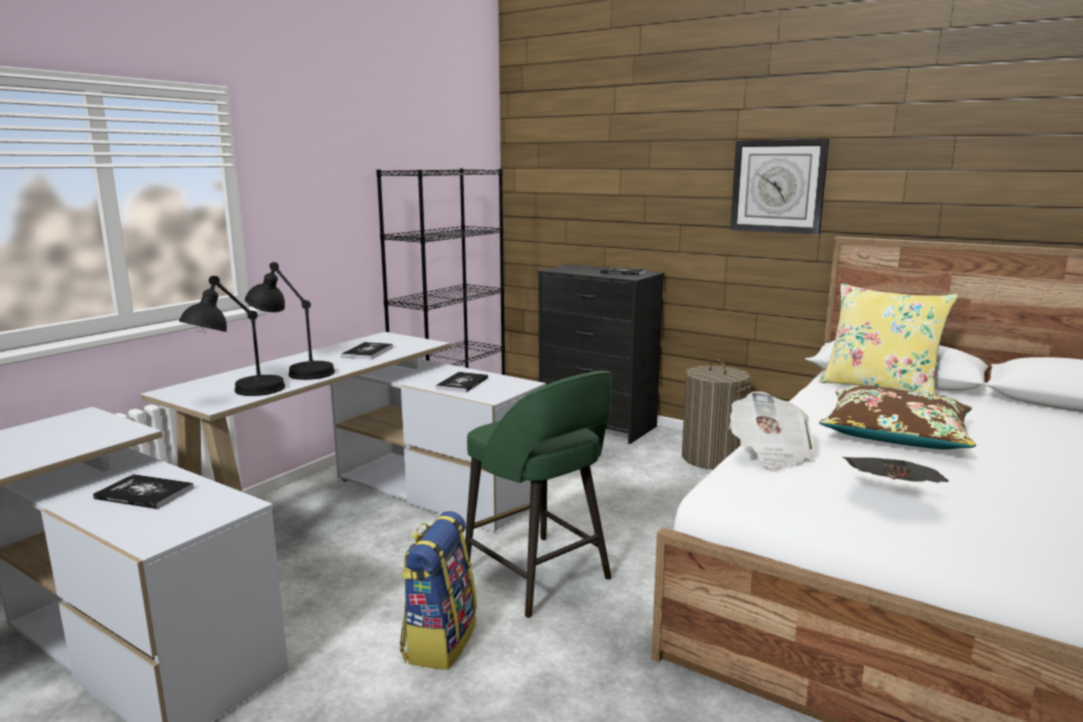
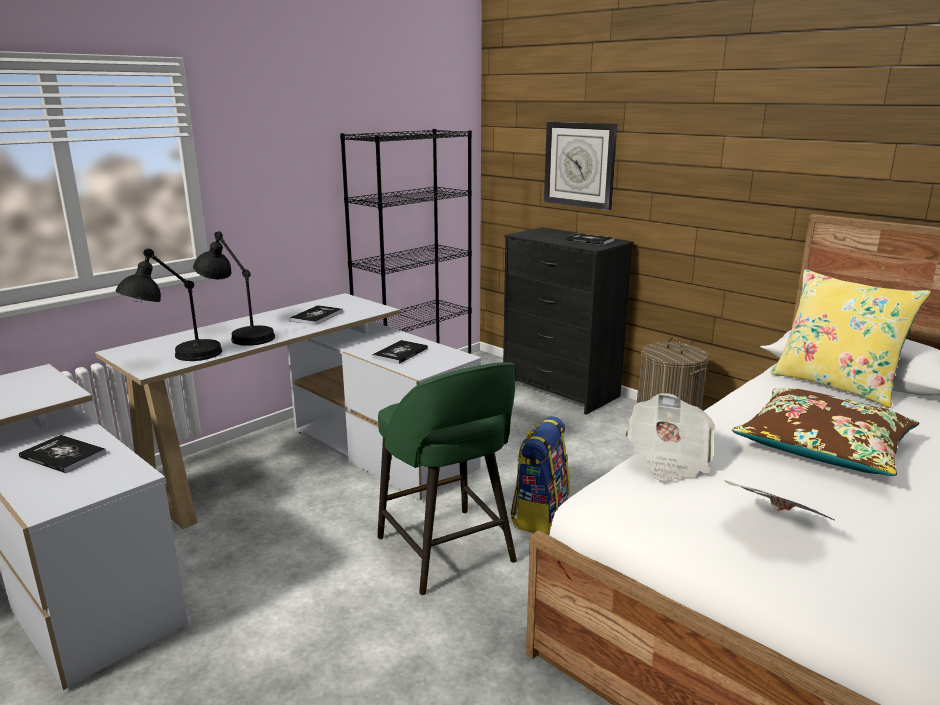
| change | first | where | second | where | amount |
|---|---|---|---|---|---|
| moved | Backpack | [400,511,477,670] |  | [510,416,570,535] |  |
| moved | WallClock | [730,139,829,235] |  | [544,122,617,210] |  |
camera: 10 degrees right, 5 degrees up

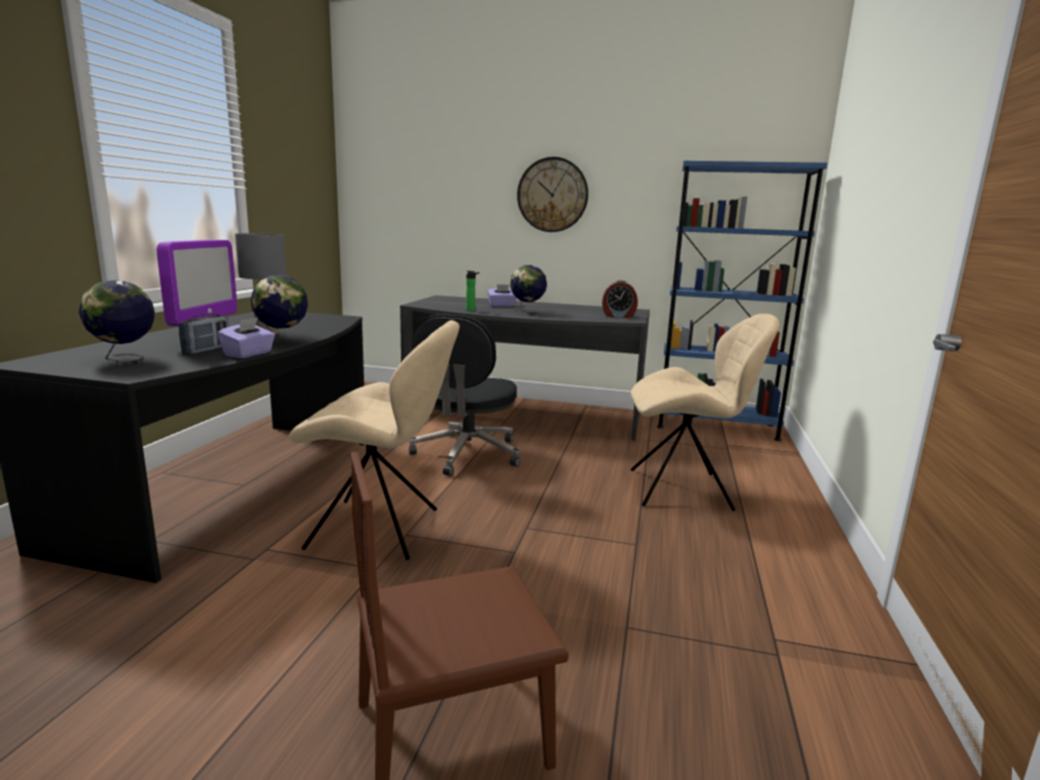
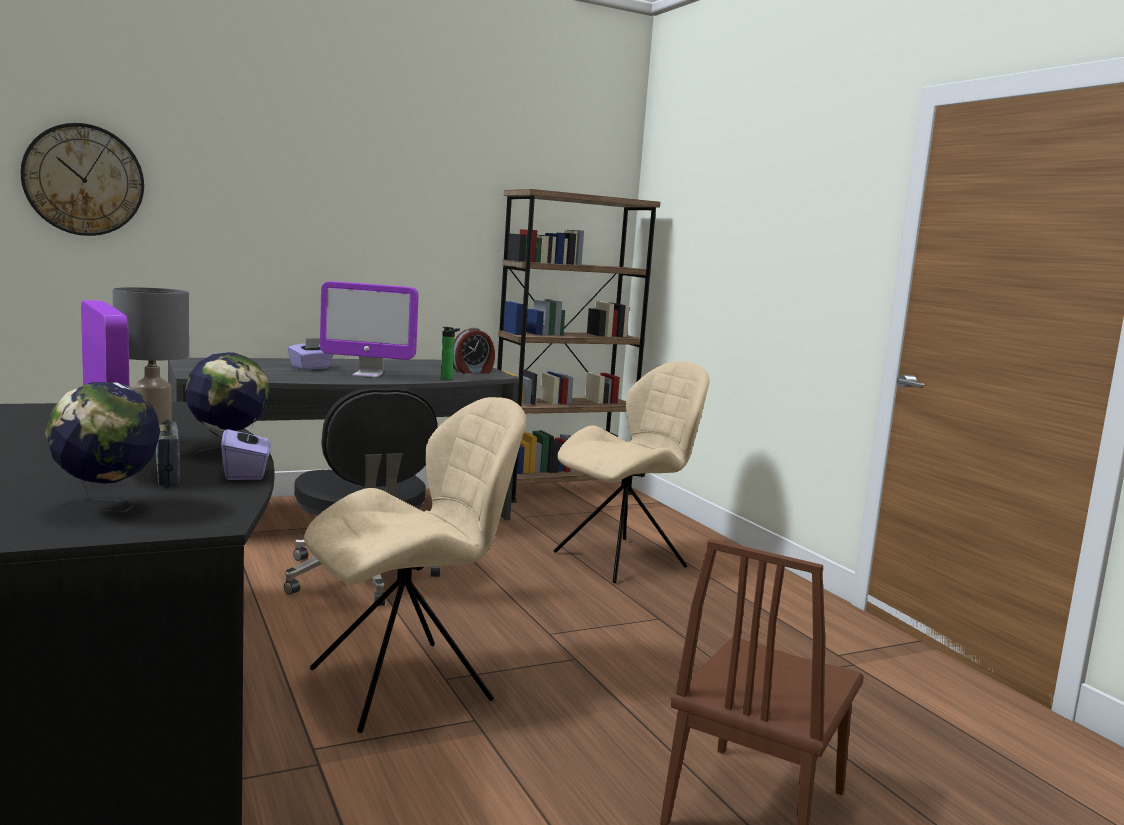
| change | first | where | second | where | amount |
|---|---|---|---|---|---|
| moved | Bottle | [466,271,480,311] |  | [441,327,460,380] |  |
| replaced | Globe | [510,265,547,313] | Monitor | [320,281,418,378] |  |
| moved | WallClock | [517,157,588,232] |  | [21,123,144,236] |  |
| recoloured | BlueBookcase | [657,161,827,441] | BrownBookcase | [497,189,660,502] |  |
camera: 40 degrees left, 5 degrees down

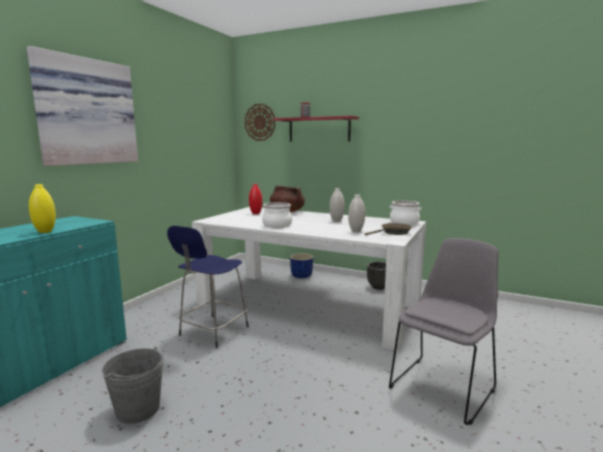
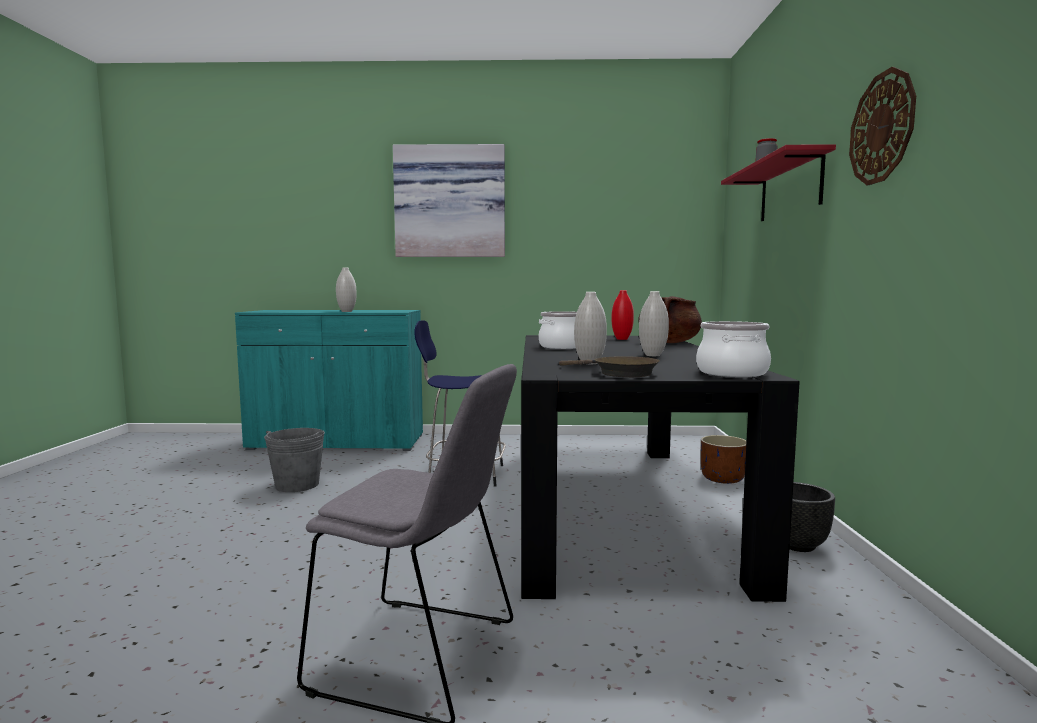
| change | first | where | second | where | amount |
|---|---|---|---|---|---|
| recoloured | YellowVase | [29,184,56,233] | WhiteVase | [336,267,357,312] |  |
| recoloured | WhiteDiningTable | [192,207,426,351] | BlackDiningTable | [521,335,800,602] |  |
| moved | WallClock | [245,104,275,141] |  | [849,67,916,186] |  |
| recoloured | BluePlanter | [290,253,313,278] | BrownPlanter | [701,435,746,484] |  |
camera: 65 degrees right, 5 degrees down

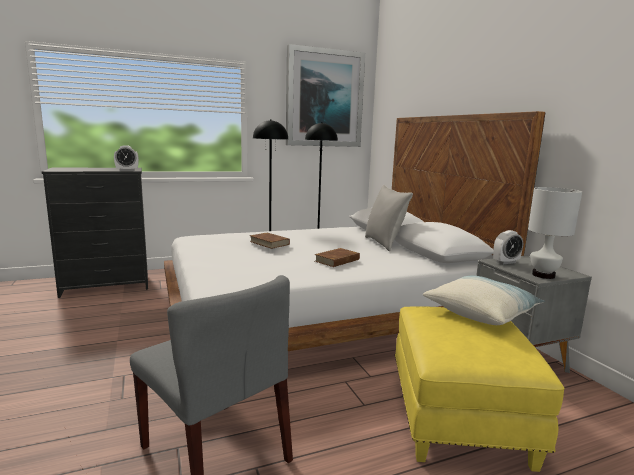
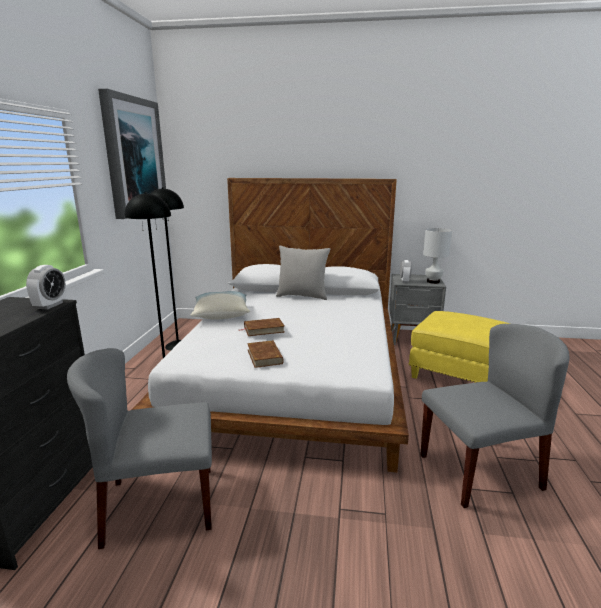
| change | first | where | second | where | amount |
|---|---|---|---|---|---|
| moved | BrownBook | [315,248,360,267] |  | [247,340,283,368] |  |
| moved | Pillow | [423,275,545,325] |  | [190,291,250,320] |  |
| added |  |  | GreyChair | [67,348,212,549] |  |
camera: 60 degrees left, 5 degrees up

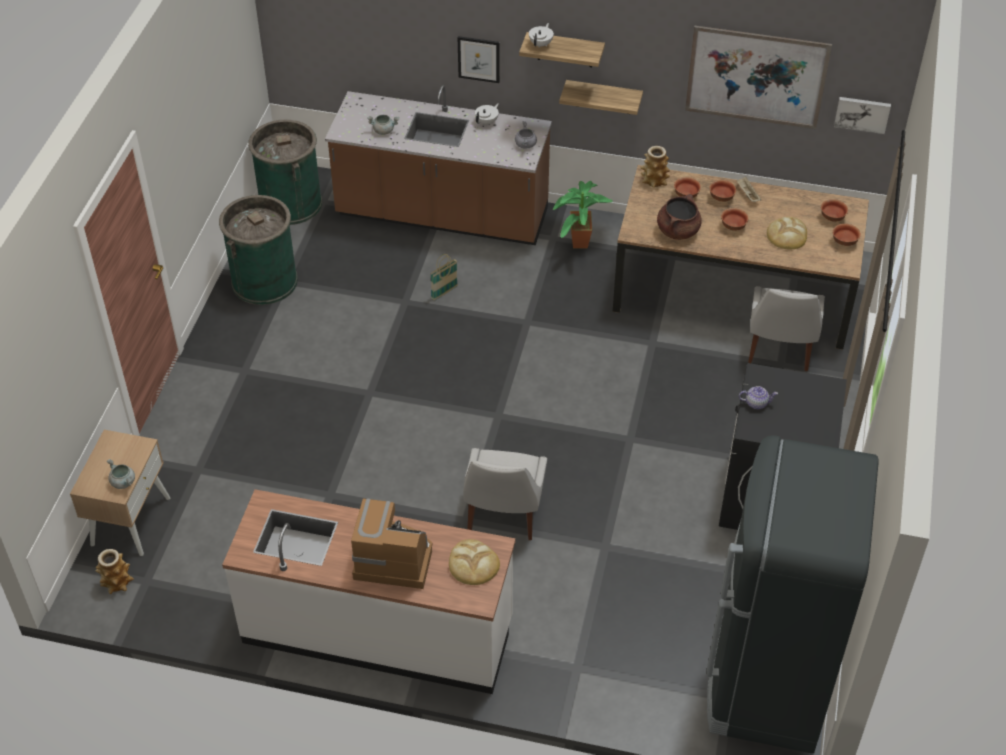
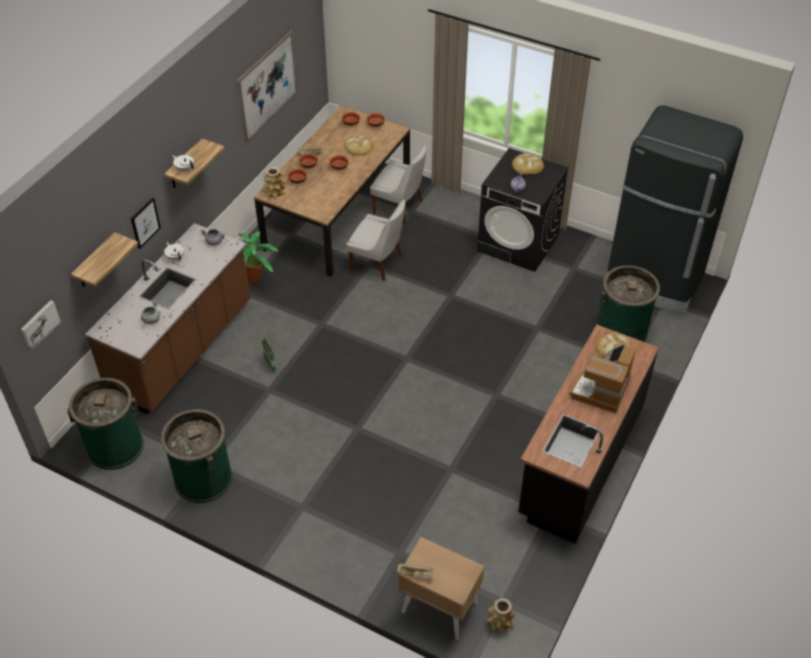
| change | first | where | second | where | amount |
|---|---|---|---|---|---|
| removed | GreyCookingPot | [107,459,135,489] |  |  |  |
| recoloured | WhiteCounter | [222,489,515,694] | BlackCounter | [518,324,659,544] |  |
| moved | WhiteChair | [463,448,547,540] |  | [347,200,405,281] |  |
| moved | Shelf | [559,80,643,115] |  | [71,232,138,287] |  |
| removed | BrownCookingPot | [657,194,702,240] |  |  |  |
| moved | Picture | [834,97,891,134] |  | [21,300,61,351] |  |
| added |  |  | BeigeTray | [397,563,433,579] |  |
| added |  |  | Bread | [512,153,544,175] |  |
| added |  |  | GreenTrashCan | [596,265,660,342] |  |
camera: 75 degrees left, 0 degrees up

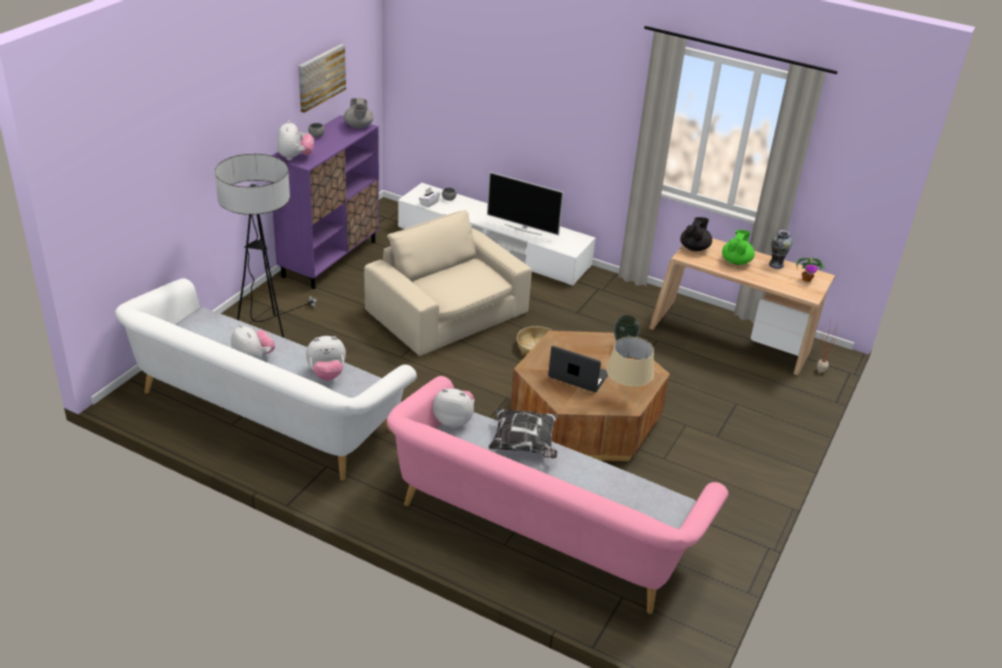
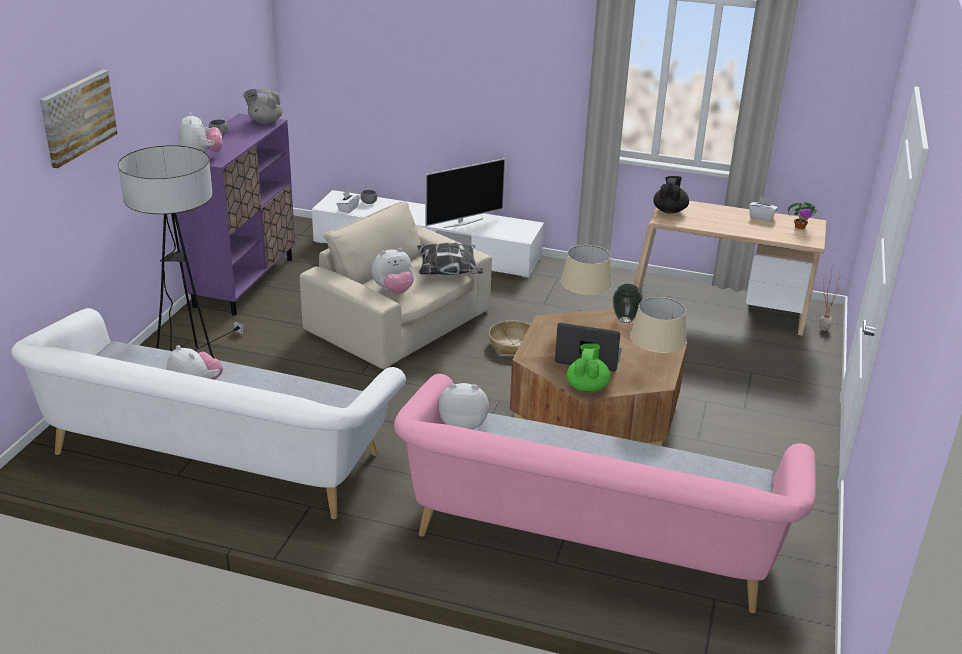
| change | first | where | second | where | amount |
|---|---|---|---|---|---|
| moved | Picture | [298,44,346,113] |  | [40,70,117,168] |  |
| moved | PlushToy | [306,336,346,381] |  | [371,248,414,294] |  |
| turned | GreyTeapot | [344,98,374,129] |  | [243,89,282,124] | 120 degrees clockwise |
| turned | Television | [487,172,564,236] |  | [425,158,505,228] | 45 degrees counterclockwise |
| moved | Pillow | [488,408,558,459] |  | [417,243,484,275] |  |
| moved | GreenTeapot | [722,230,755,265] |  | [567,343,611,392] |  |
| replaced | Vase | [769,230,793,269] | WhiteTissueBox | [749,196,778,221] |  |
| added |  |  | BeigeTableLamp | [561,245,612,320] |  |
camera: 10 degrees left, 5 degrees down

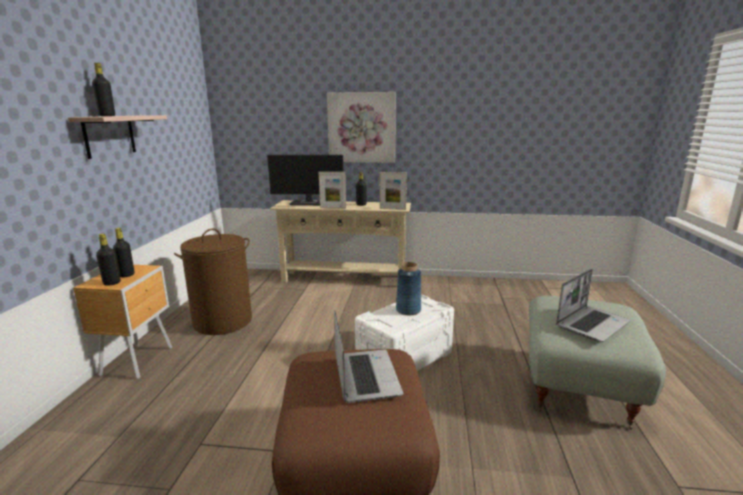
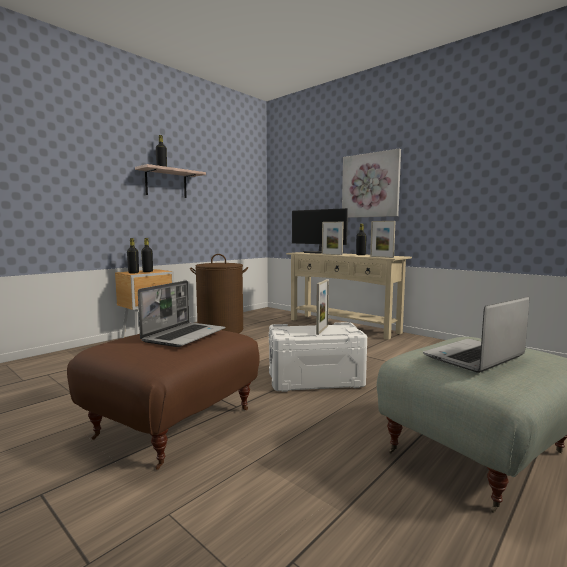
| change | first | where | second | where | amount |
|---|---|---|---|---|---|
| replaced | BlueVase | [396,262,421,315] | PictureFrame | [316,279,329,335] |  |
| turned | Laptop | [556,269,631,342] |  | [423,297,529,373] | 150 degrees clockwise |
camera: 35 degrees right, 10 degrees down

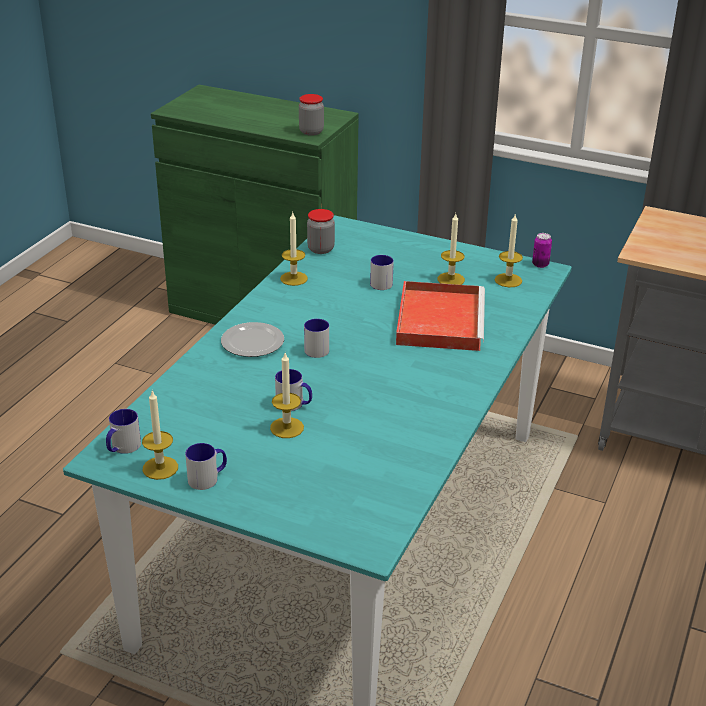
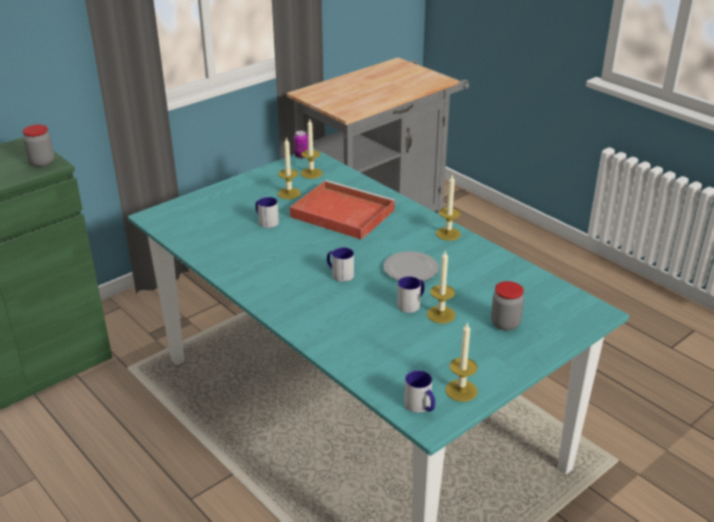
| change | first | where | second | where | amount |
|---|---|---|---|---|---|
| removed | Mug | [185,443,227,490] |  |  |  |
| moved | Plate | [221,322,284,357] |  | [383,251,439,281] |  |
| moved | Candle | [280,213,308,286] |  | [436,174,461,241] |  |
| moved | Jar | [307,209,335,254] |  | [491,281,524,331] |  |
camera: 65 degrees left, 0 degrees up

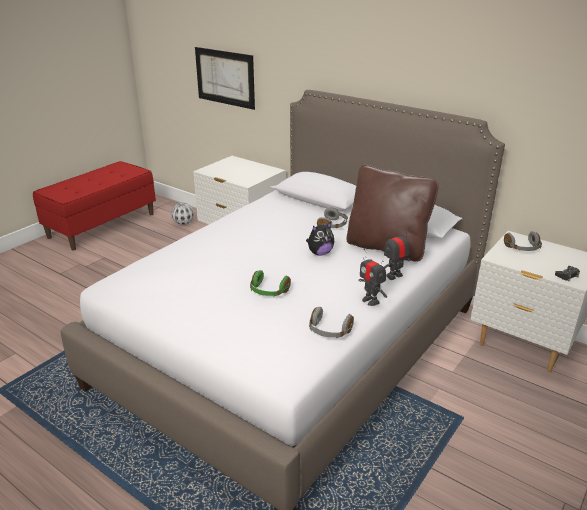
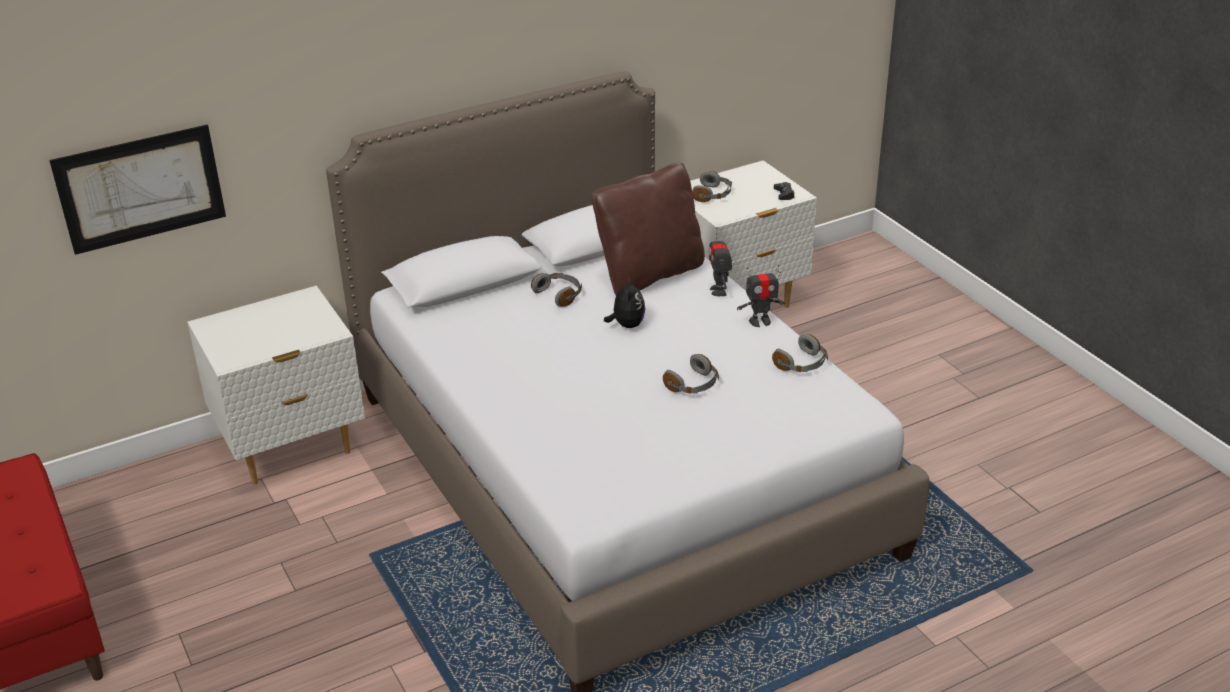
| change | first | where | second | where | amount |
|---|---|---|---|---|---|
| removed | Football | [171,202,194,225] |  |  |  |
| recoloured | GreenHeadphones | [250,270,291,297] | GreyHeadphones | [663,354,719,393] |  |
camera: 65 degrees left, 5 degrees up

